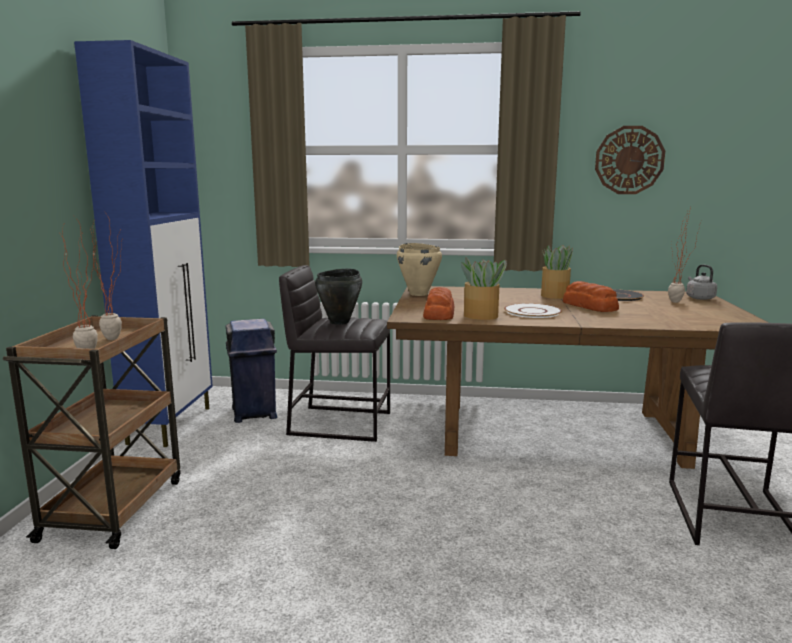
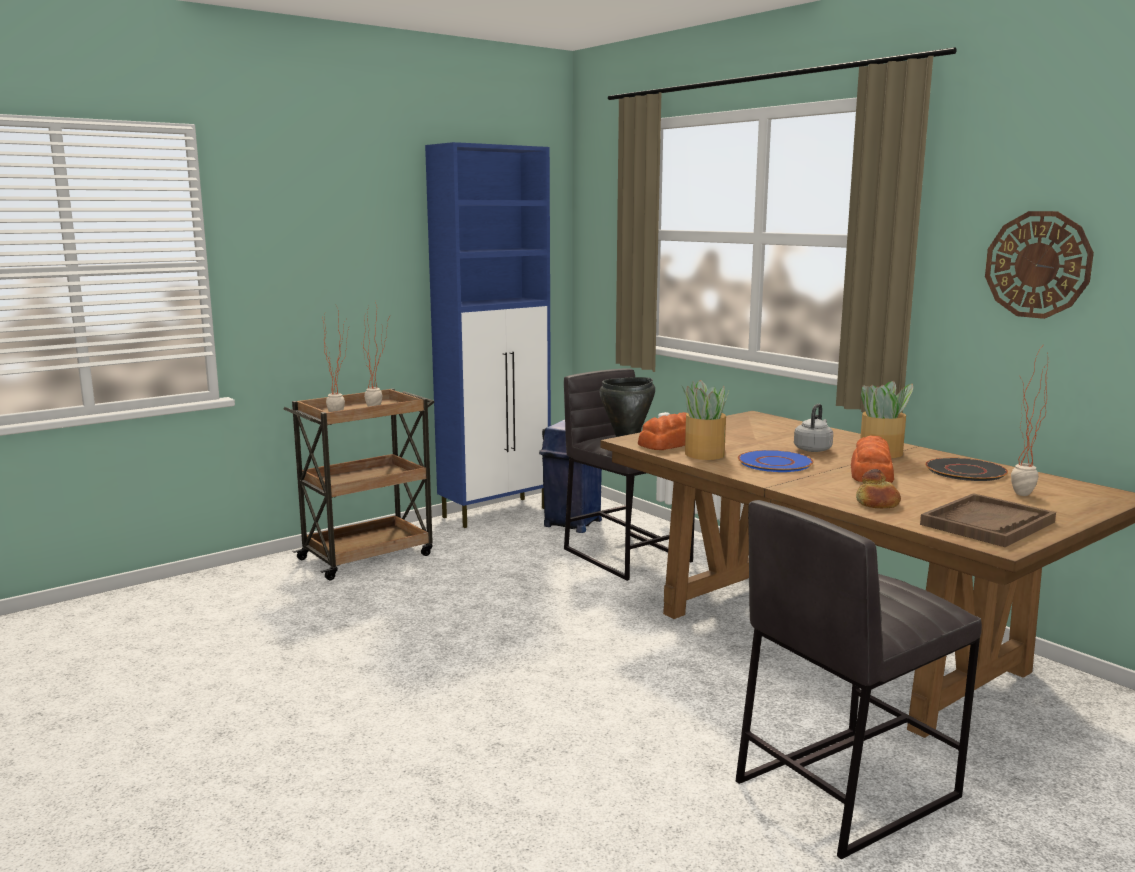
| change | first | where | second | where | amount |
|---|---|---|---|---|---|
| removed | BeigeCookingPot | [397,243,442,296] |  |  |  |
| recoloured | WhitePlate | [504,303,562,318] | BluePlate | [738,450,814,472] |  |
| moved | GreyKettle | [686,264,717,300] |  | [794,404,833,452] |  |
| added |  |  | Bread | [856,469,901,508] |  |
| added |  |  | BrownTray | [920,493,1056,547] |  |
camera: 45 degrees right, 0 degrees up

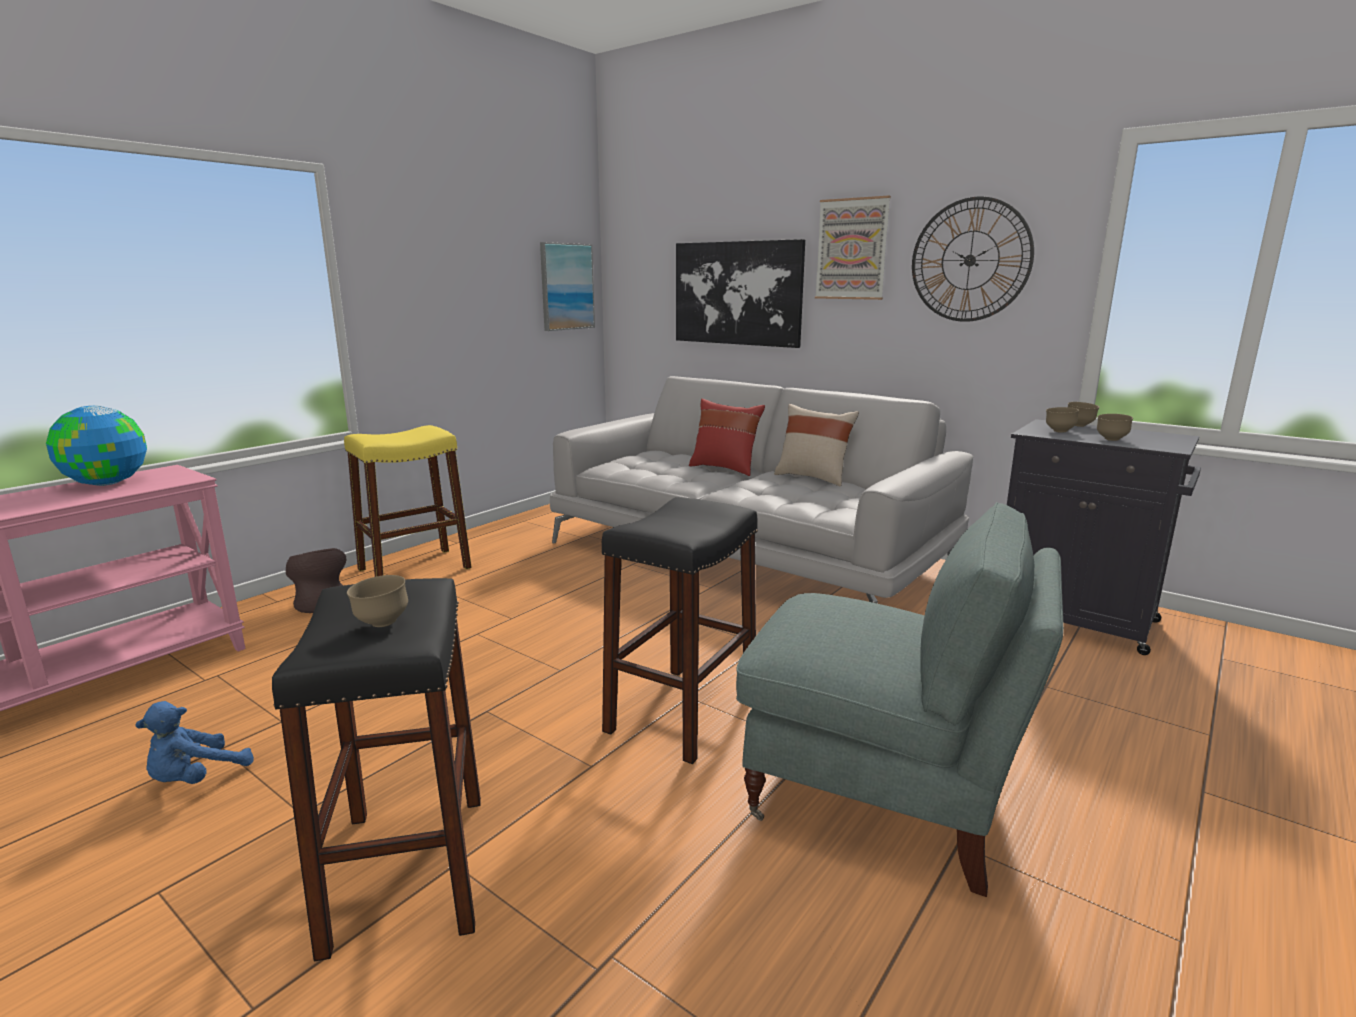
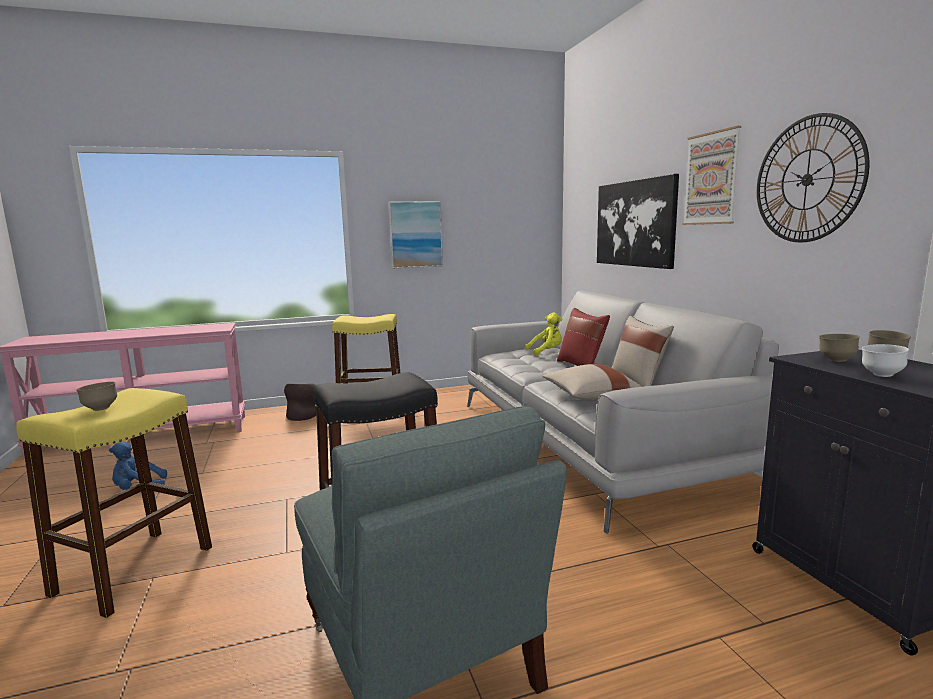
| change | first | where | second | where | amount |
|---|---|---|---|---|---|
| removed | Globe | [46,406,147,486] |  |  |  |
| recoloured | BlackStool | [272,578,481,962] | YellowStool | [16,388,212,618] |  |
| moved | Picture | [540,242,595,331] |  | [388,201,443,268] |  |
| recoloured | BrownBowl | [1097,414,1133,441] | WhiteBowl | [862,344,909,377] |  |
| added |  |  | YellowPlushToy | [525,313,563,356] |  |
| added |  |  | BeigePillow | [543,364,642,400] |  |
camera: 35 degrees right, 5 degrees down

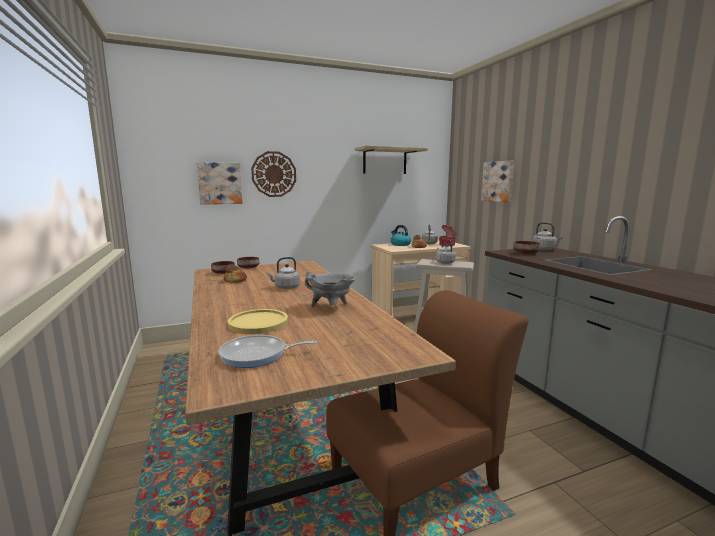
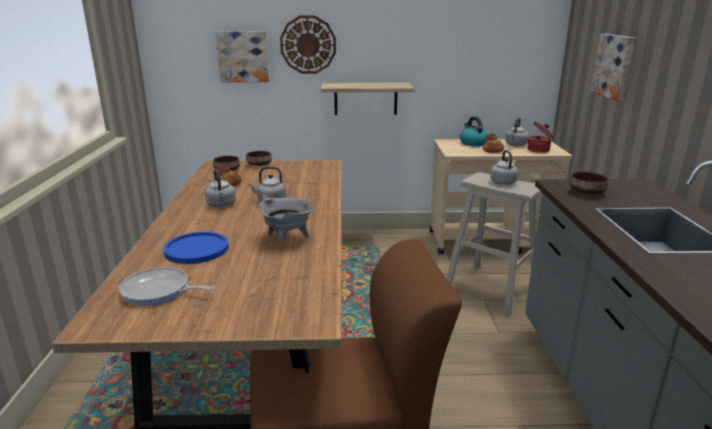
| change | first | where | second | where | amount |
|---|---|---|---|---|---|
| recoloured | YellowPlate | [228,309,288,334] | BluePlate | [163,232,229,264] |  |
| moved | Shelf | [355,146,428,174] |  | [321,82,414,115] |  |
| moved | GreyKettle | [532,222,563,251] |  | [205,169,236,207] |  |
camera: 20 degrees right, 10 degrees up

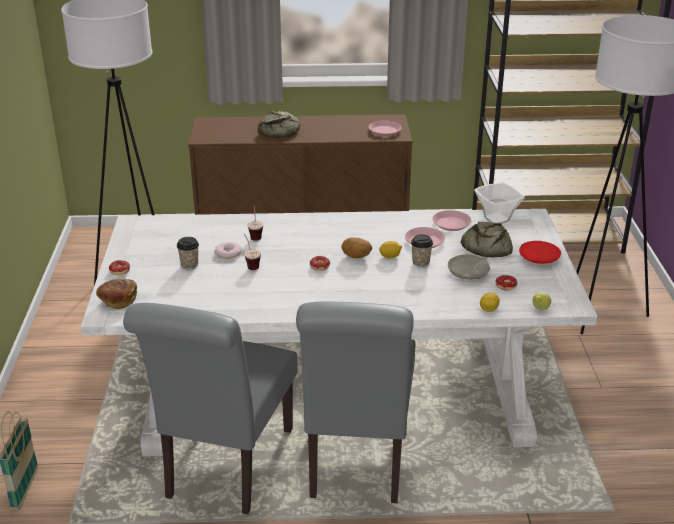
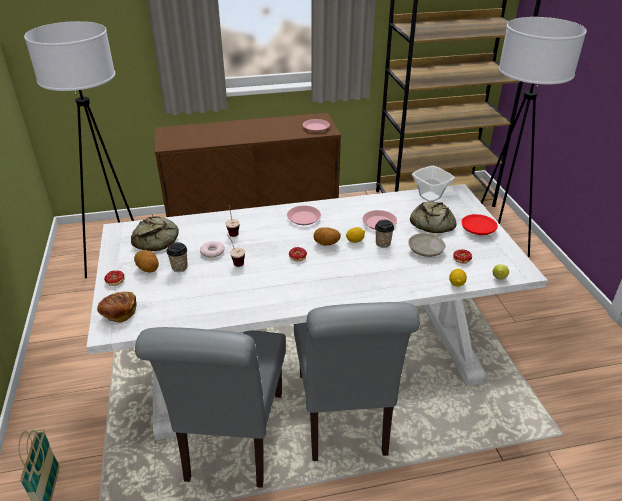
| change | first | where | second | where | amount |
|---|---|---|---|---|---|
| moved | Bread | [258,111,300,138] |  | [131,216,179,251] |  |
| moved | PinkPlate | [432,210,472,231] |  | [287,206,321,225] |  |
| added |  |  | Potato | [134,250,159,272] |  |
camera: 10 degrees left, 5 degrees up

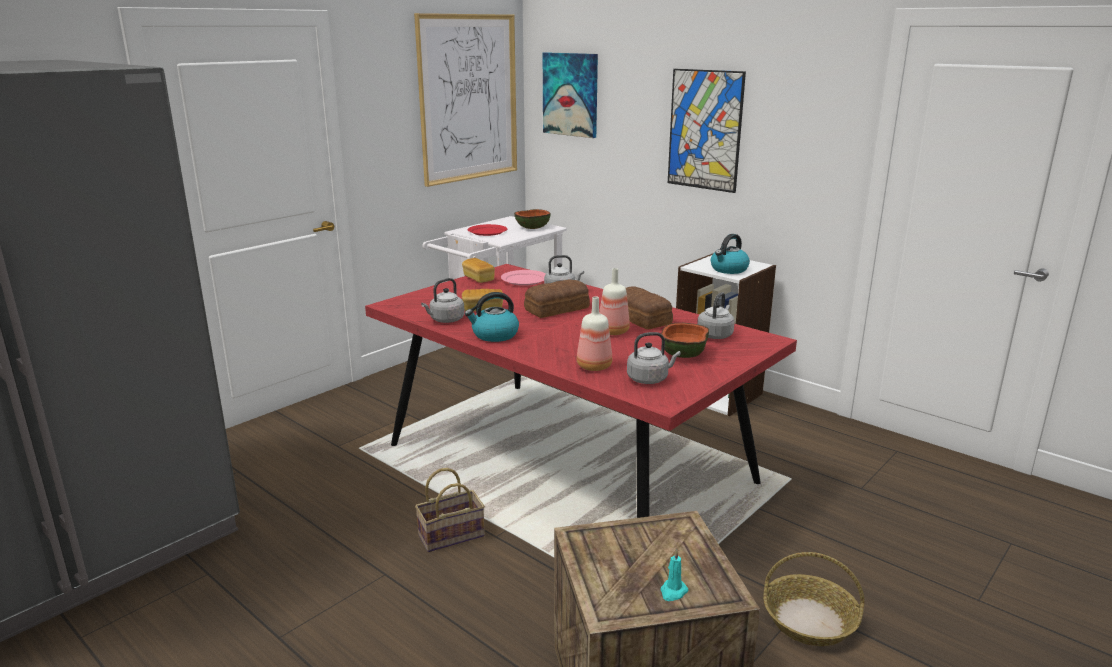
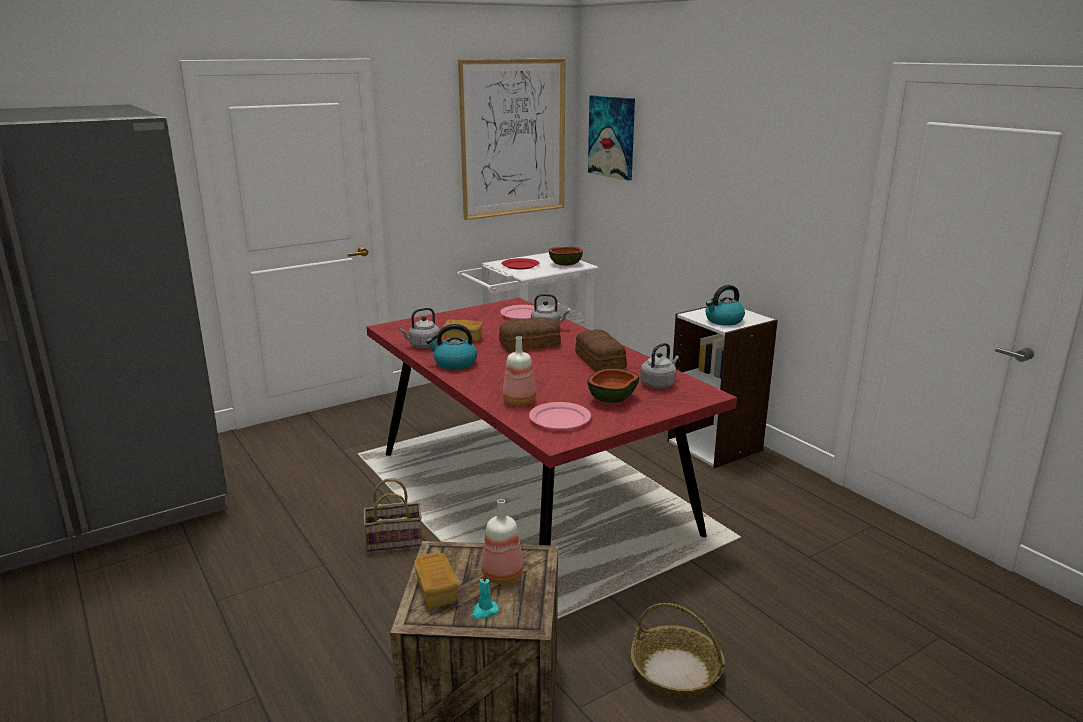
| change | first | where | second | where | amount |
|---|---|---|---|---|---|
| moved | Bread | [462,258,495,283] |  | [414,553,458,608] |  |
| moved | Bottle | [599,268,630,335] |  | [481,499,524,584] |  |
| replaced | GreyKettle | [627,332,681,384] | PinkPlate | [529,402,591,429] |  |
| removed | Picture | [668,69,746,193] |  |  |  |
camera: 15 degrees right, 0 degrees up

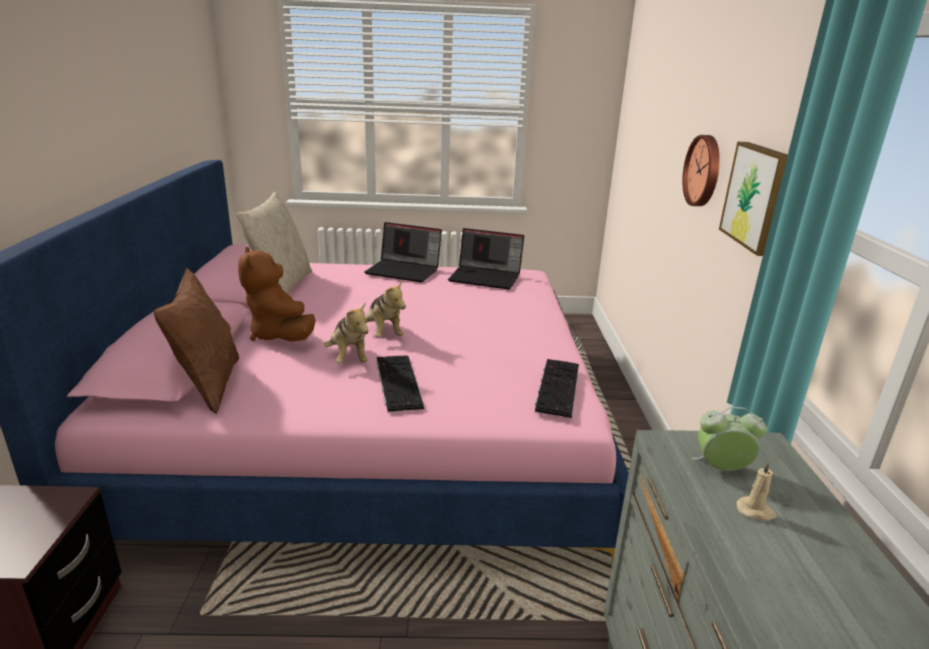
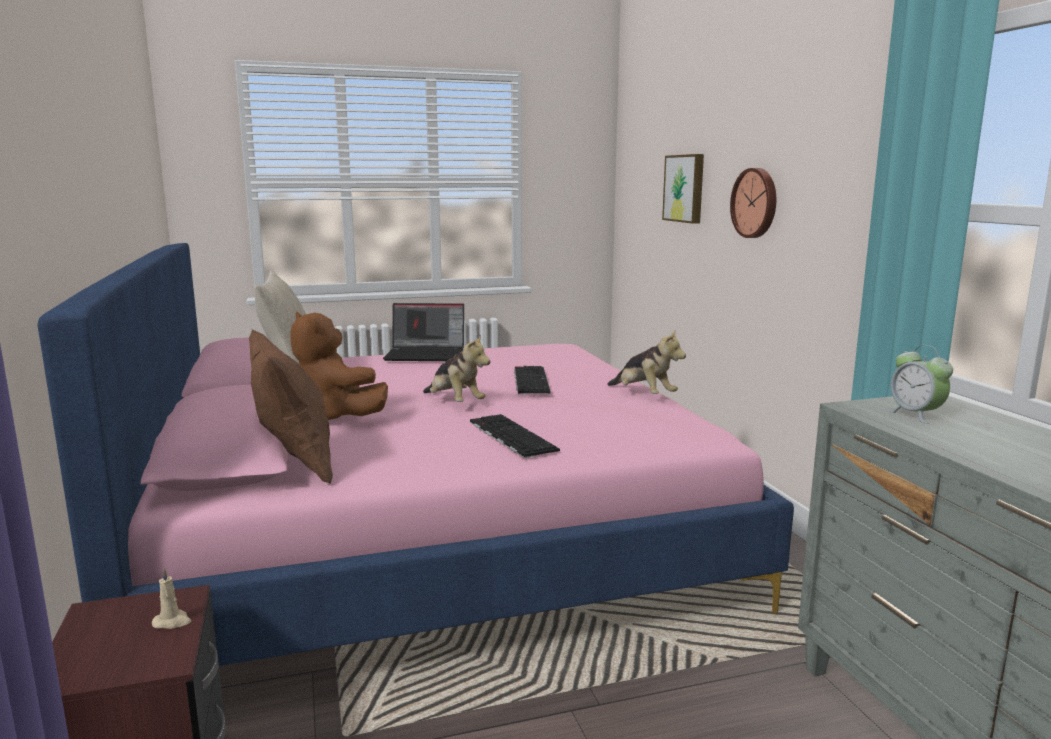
| change | first | where | second | where | amount |
|---|---|---|---|---|---|
| moved | PlushToy | [324,302,369,364] |  | [607,330,686,394] |  |
| removed | Laptop | [448,228,524,289] |  |  |  |
| moved | Keyboard | [535,359,579,418] |  | [514,366,551,394] |  |
| turned | AlarmClock | [692,407,767,471] |  | [886,345,953,424] | 105 degrees counterclockwise |
| moved | Picture | [719,142,788,256] |  | [662,154,704,224] |  |
| moved | BeigeCandle | [736,461,777,521] |  | [152,568,191,629] |  |
camera: 15 degrees left, 10 degrees down

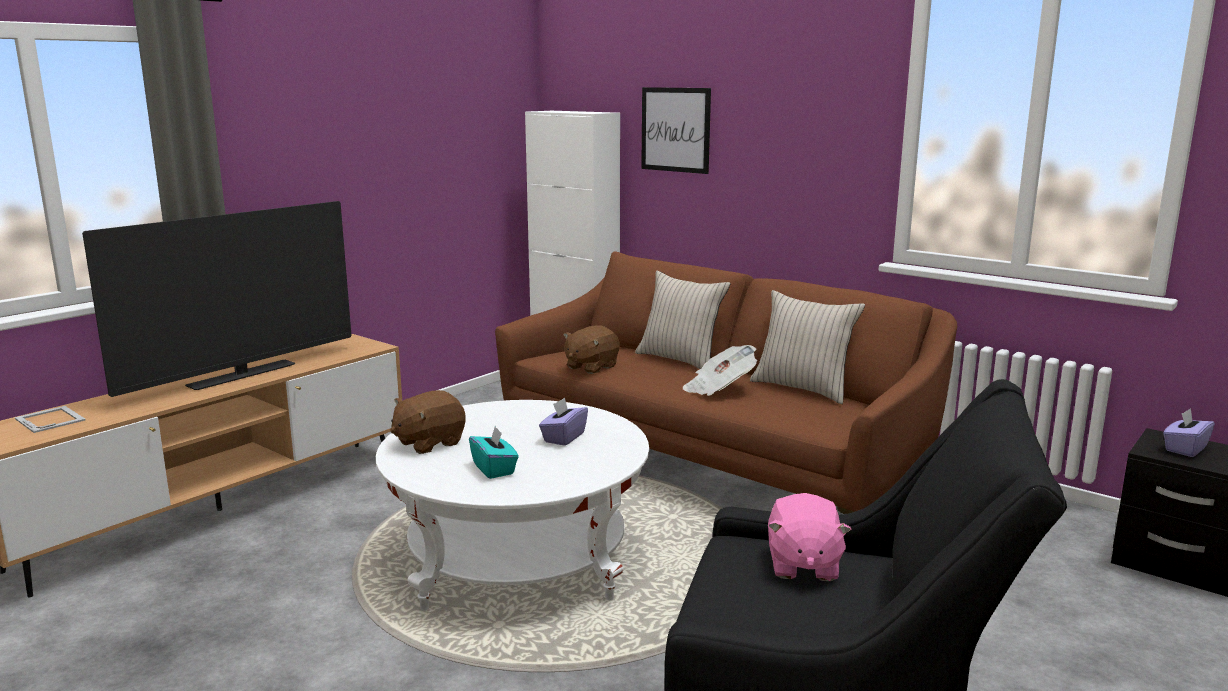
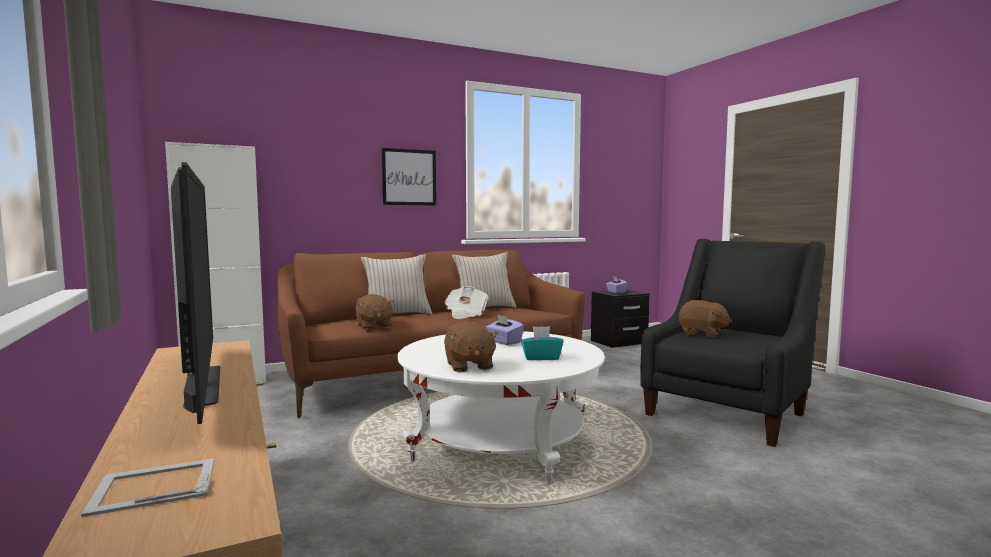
| change | first | where | second | where | amount |
|---|---|---|---|---|---|
| moved | Picture | [641,87,711,174] |  | [382,148,436,205] |  |
| recoloured | PinkPlushToy | [768,493,852,581] | BrownPlushToy | [679,300,732,338] |  |
camera: 65 degrees left, 10 degrees down

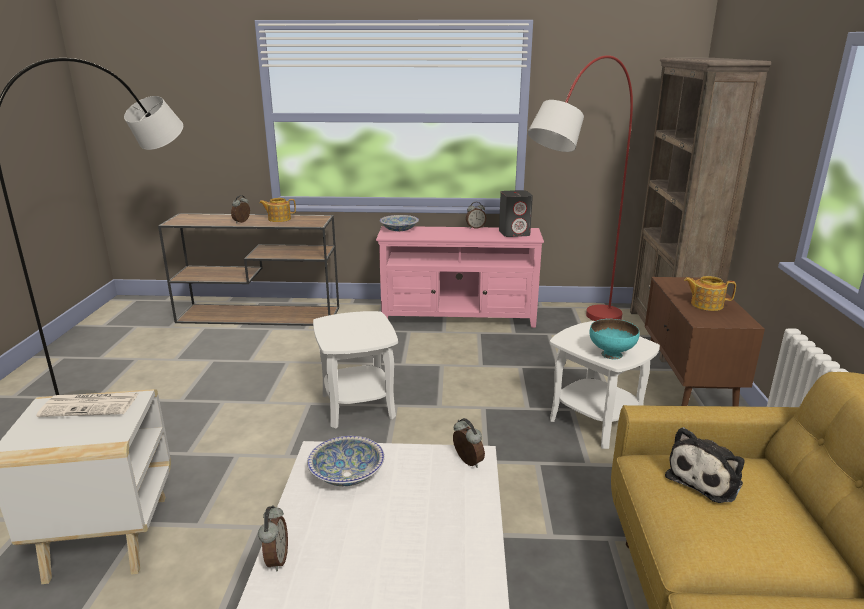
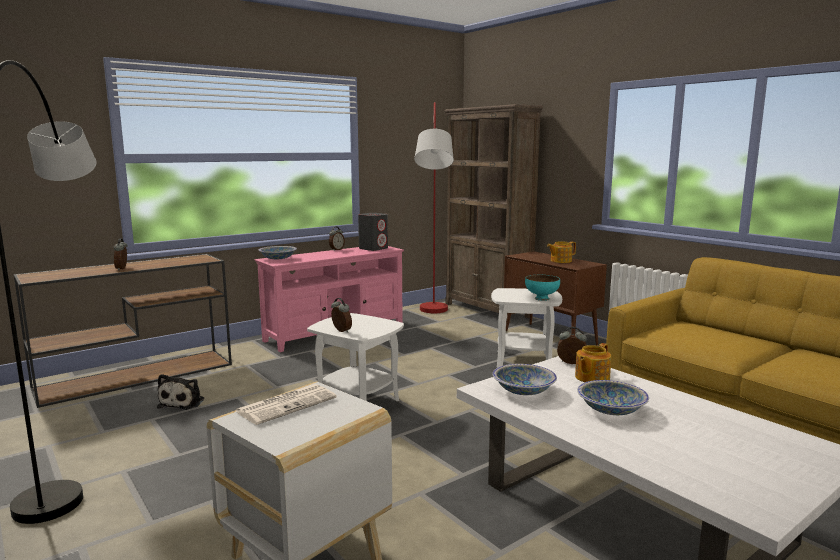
| change | first | where | second | where | amount |
|---|---|---|---|---|---|
| moved | AlarmClock | [258,505,288,571] |  | [331,298,352,333] |  |
| moved | Teapot | [259,198,296,222] |  | [575,343,611,382] |  |
| moved | PlushToy | [665,427,745,503] |  | [157,374,204,410] |  |
| added |  |  | Bowl | [577,380,649,415] |  |
camera: 40 degrees left, 10 degrees down

